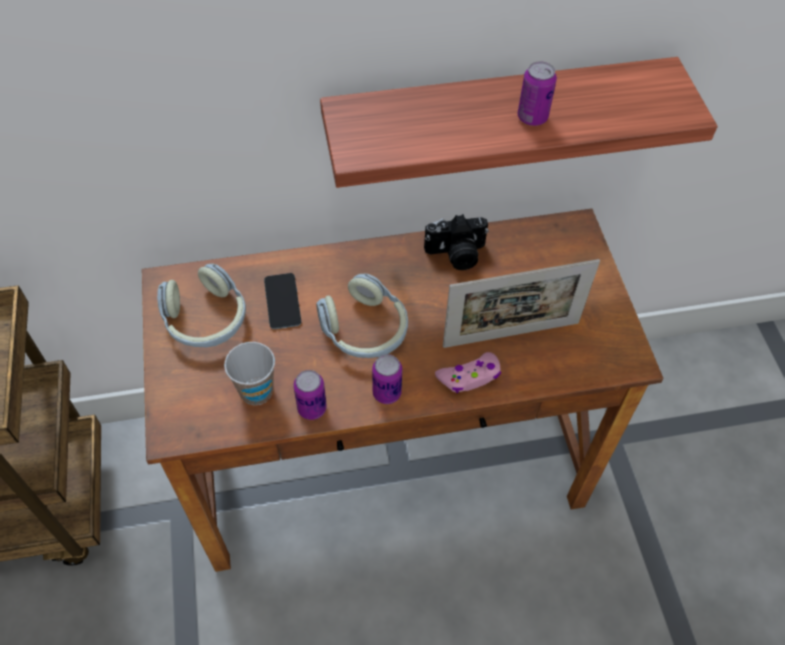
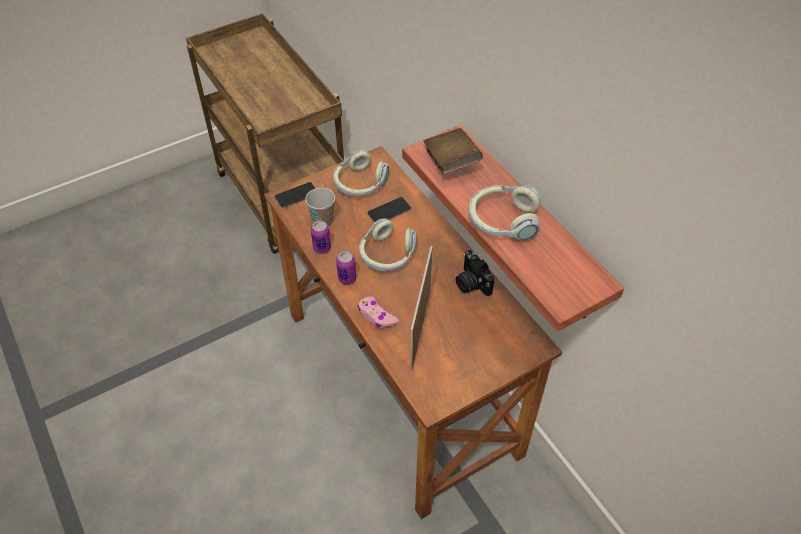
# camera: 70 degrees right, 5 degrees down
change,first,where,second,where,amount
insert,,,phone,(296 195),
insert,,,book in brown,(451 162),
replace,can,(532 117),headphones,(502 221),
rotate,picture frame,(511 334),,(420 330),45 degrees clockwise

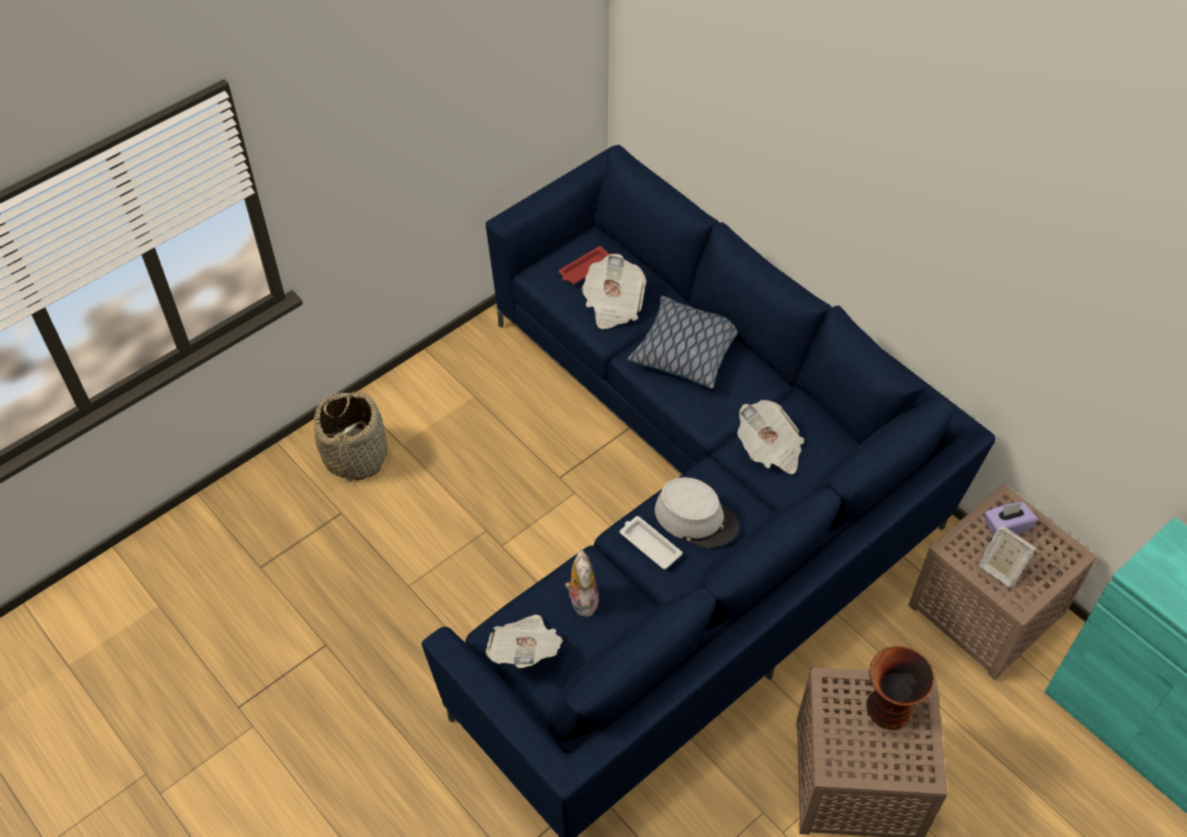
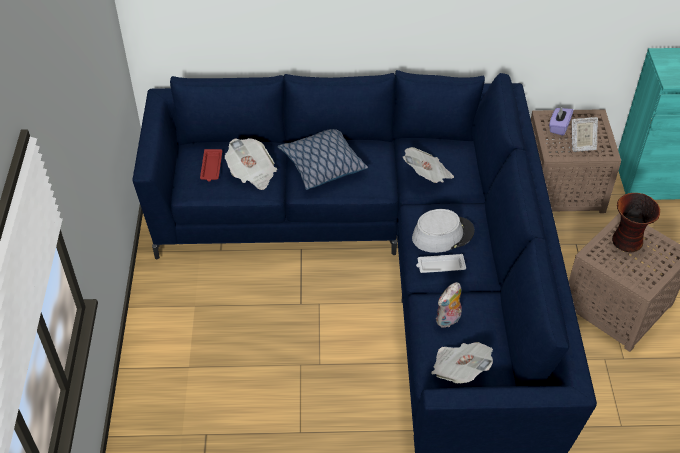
# camera: 50 degrees left, 5 degrees down
change,first,where,second,where,amount
delete,basket,(356 455),,,
rotate,plush toy,(581 599),,(448 320),75 degrees counterclockwise

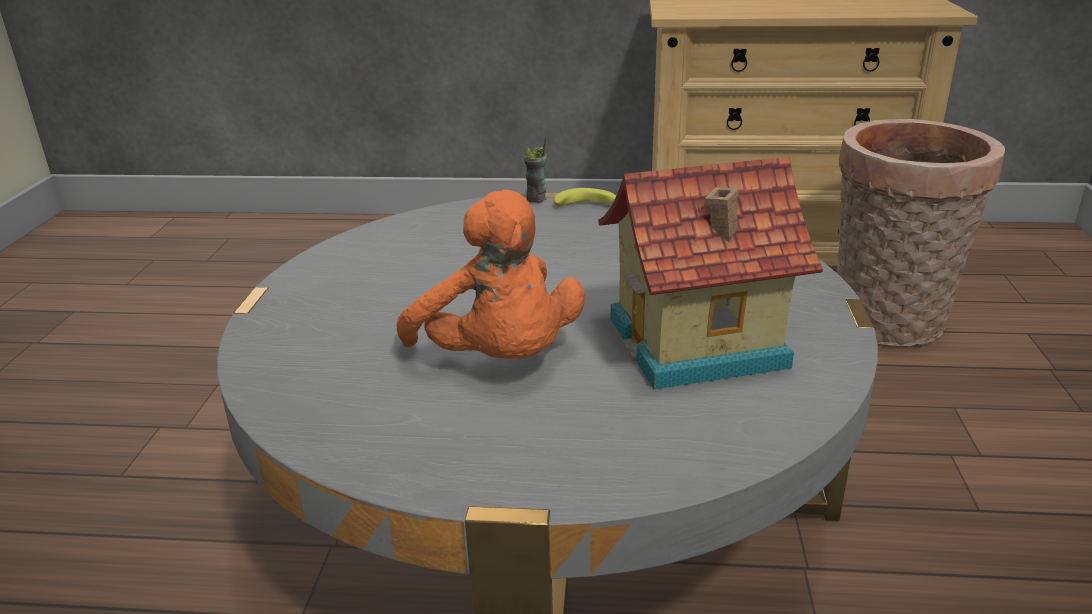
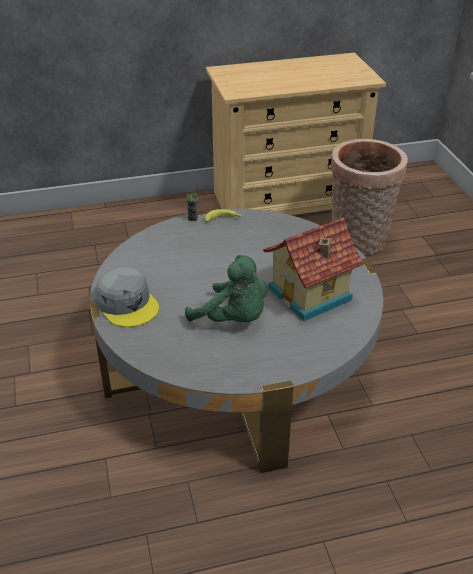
# camera: 20 degrees left, 10 degrees up
change,first,where,second,where,amount
insert,,,cap in grey,(127 304),
recolor,plush toy in orange,(498 359),plush toy in green,(233 319),

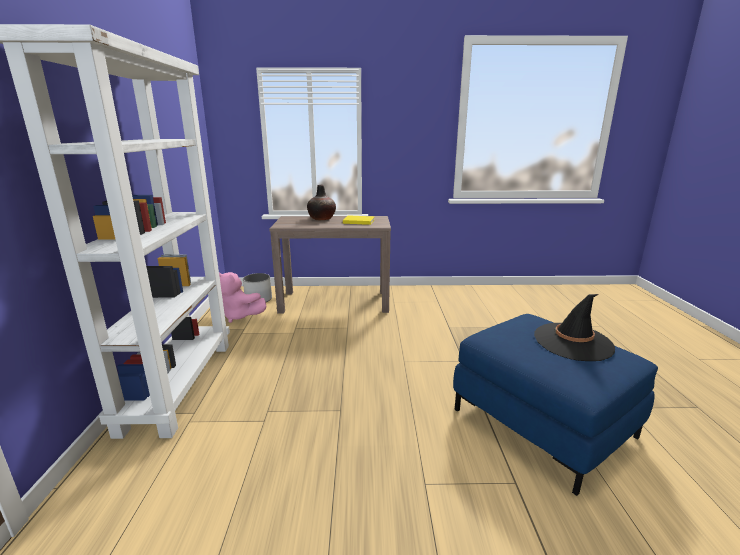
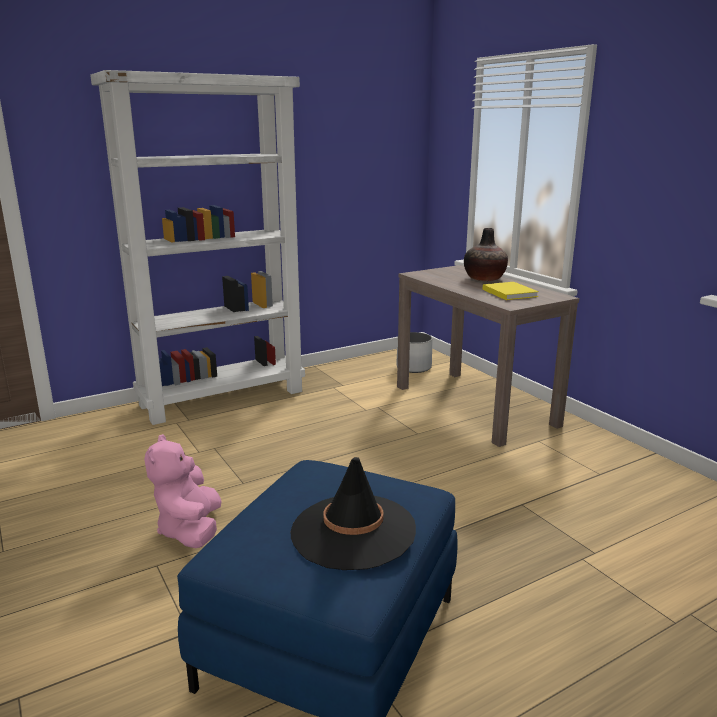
# camera: 60 degrees right, 0 degrees up
change,first,where,second,where,amount
move,plush toy in pink,(239 316),,(190 530),

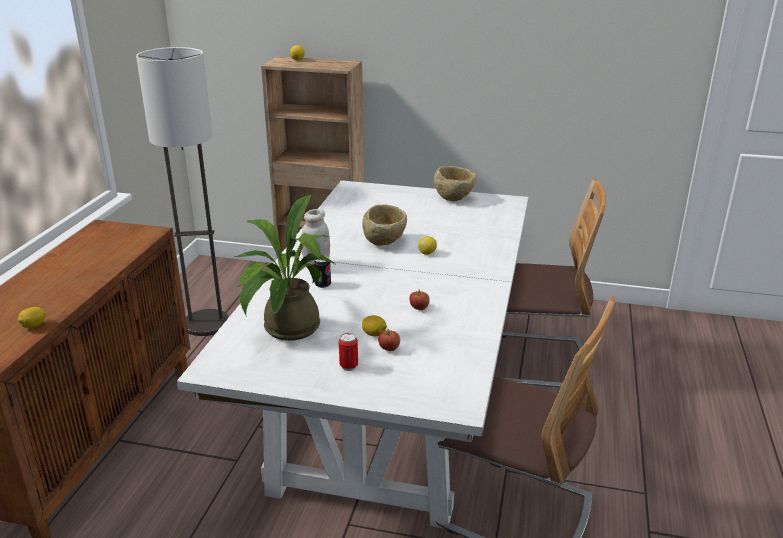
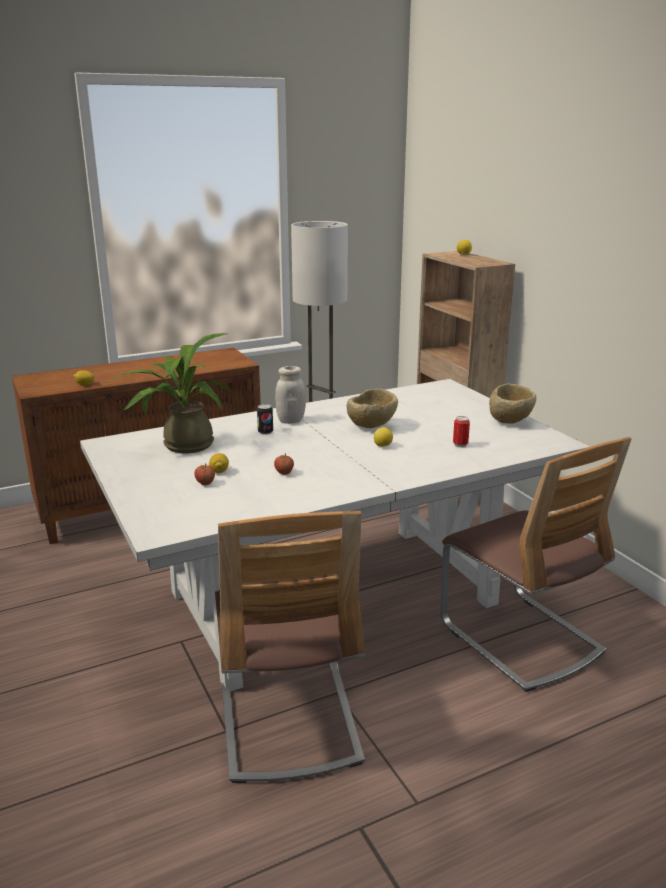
# camera: 50 degrees right, 5 degrees down
change,first,where,second,where,amount
move,can,(349 366),,(460 445),

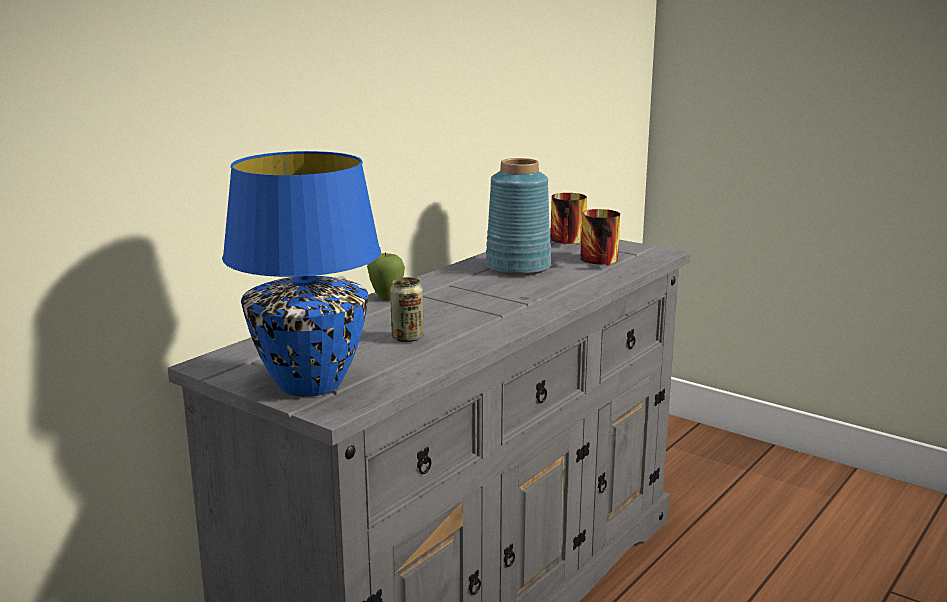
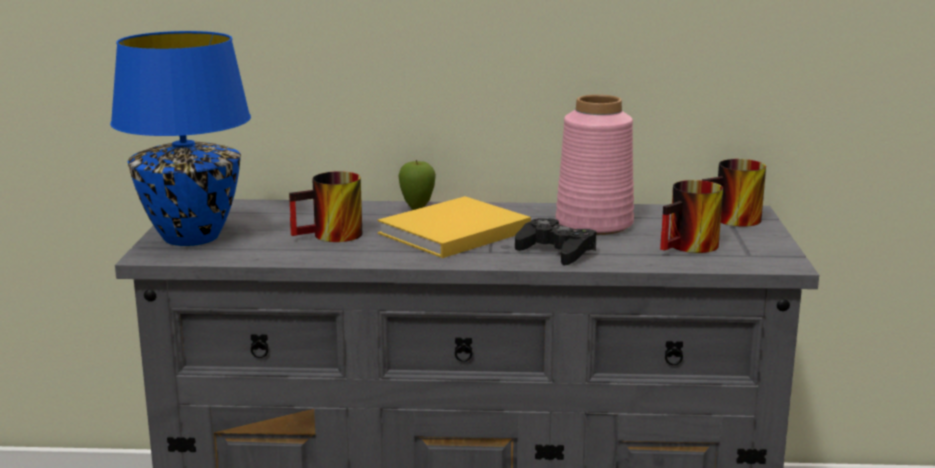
# camera: 55 degrees right, 0 degrees up
change,first,where,second,where,amount
insert,,,book in yellow,(451 233),
insert,,,game controller in black,(556 251),
replace,can,(407 338),mug,(331 237),
recolor,vase in blue,(517 267),vase in pink,(592 224),

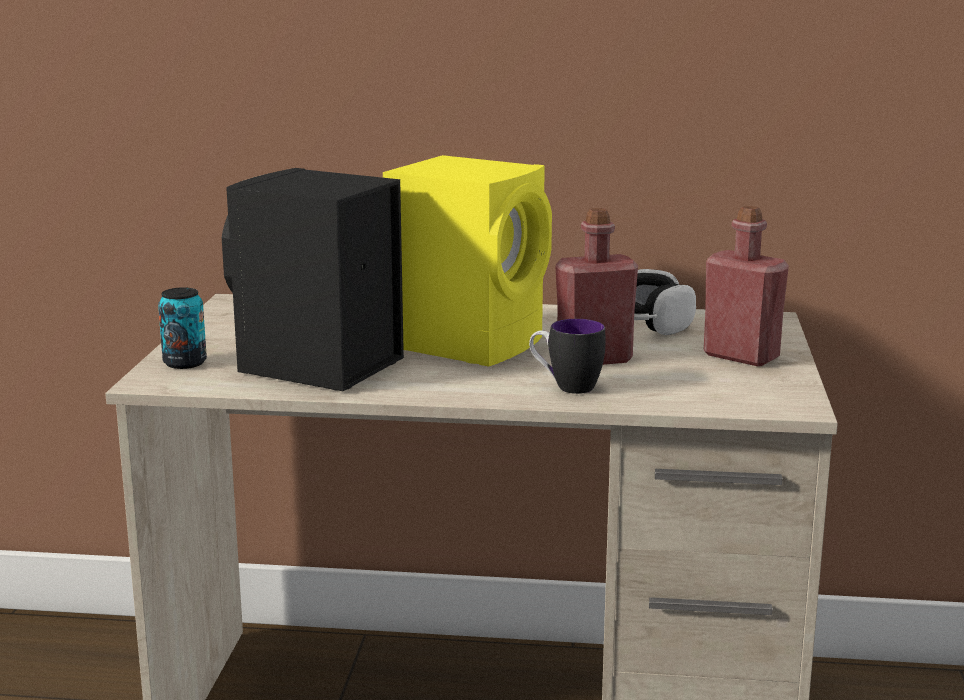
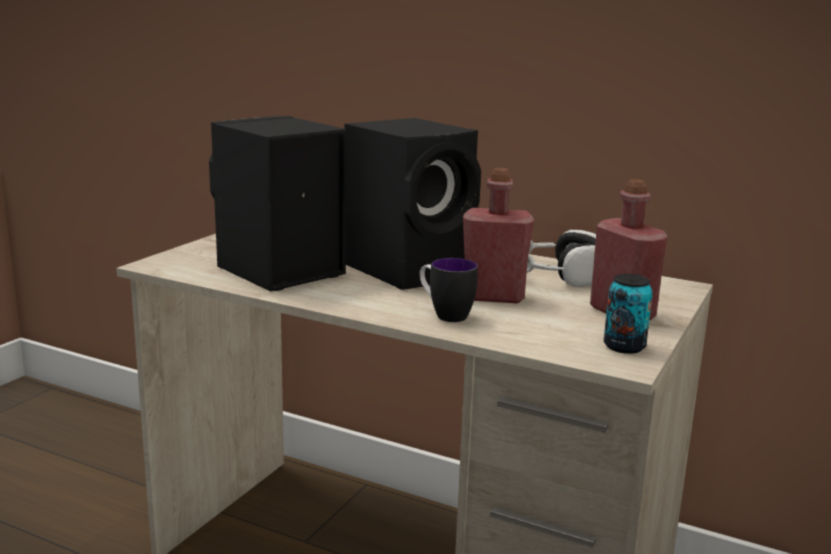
# camera: 20 degrees right, 0 degrees up
change,first,where,second,where,amount
move,can,(185 363),,(624 346),
recolor,speaker in yellow,(470 342),speaker in black,(411 270),

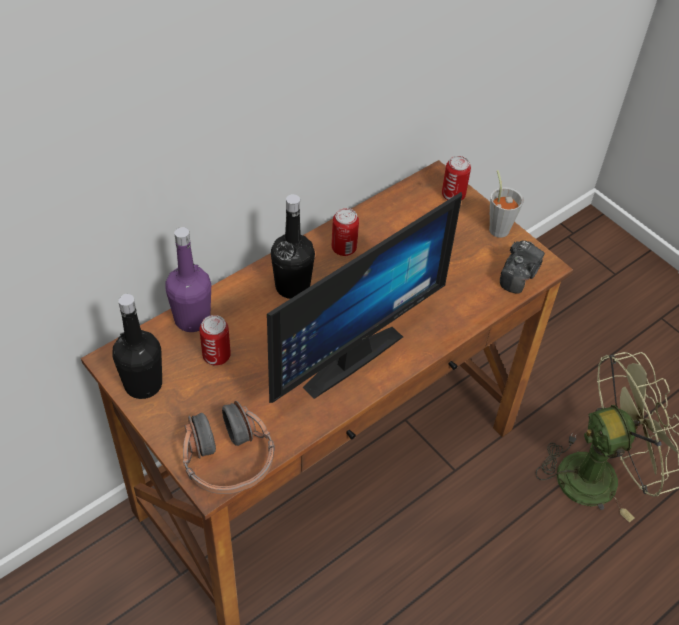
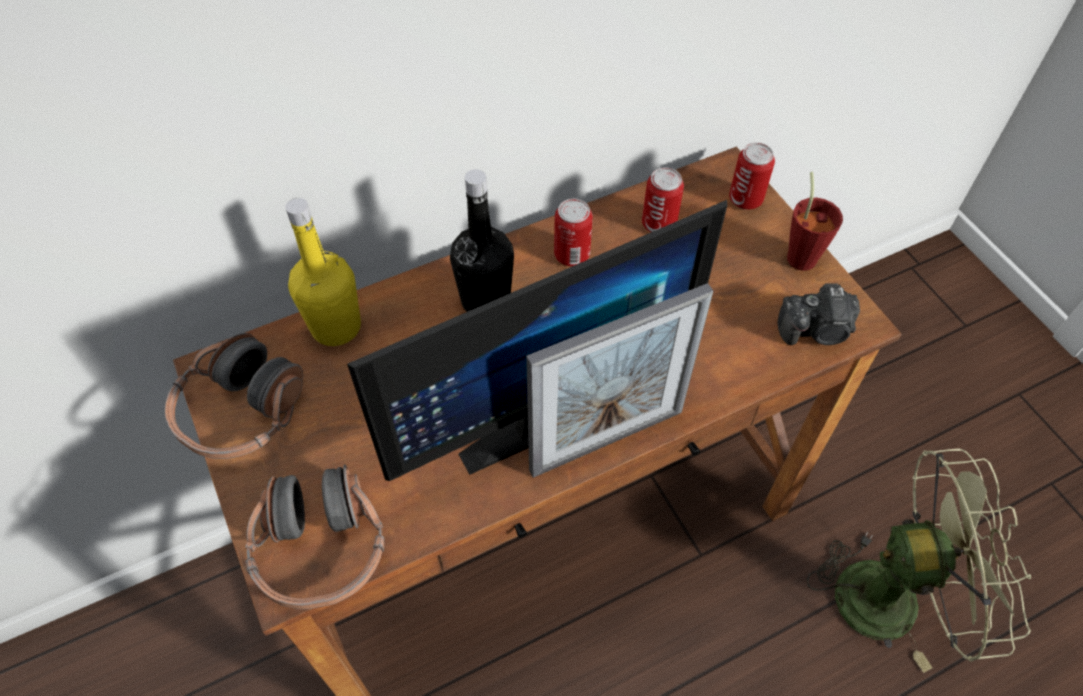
# camera: 15 degrees right, 5 degrees up
change,first,where,second,where,amount
insert,,,picture frame,(607 441),
move,can,(216 356),,(658 224),
replace,bottle in black,(143 384),headphones,(241 412),
recolor,bottle in purple,(192 319),bottle in yellow,(336 327),
recolor,cup in grey,(498 226),cup in red,(801 253),
rotate,photo camera,(518 275),,(816 330),45 degrees clockwise

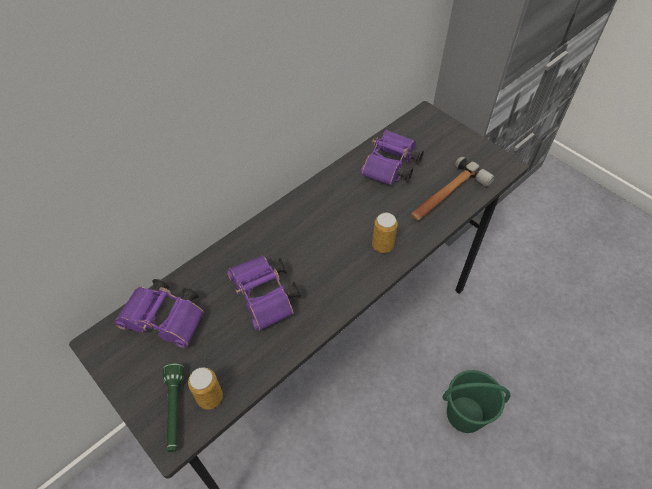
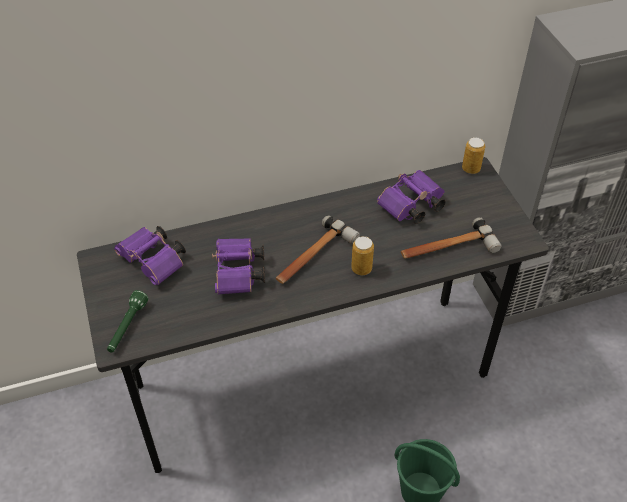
# camera: 25 degrees right, 5 degrees down
change,first,where,second,where,amount
insert,,,hammer,(313 257),
move,can,(210 397),,(471 169),

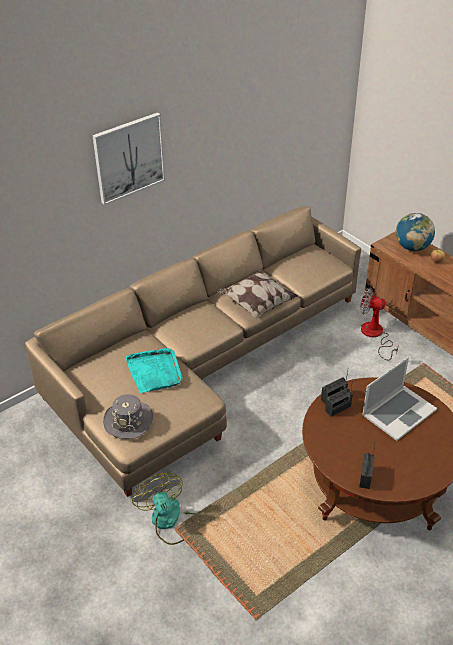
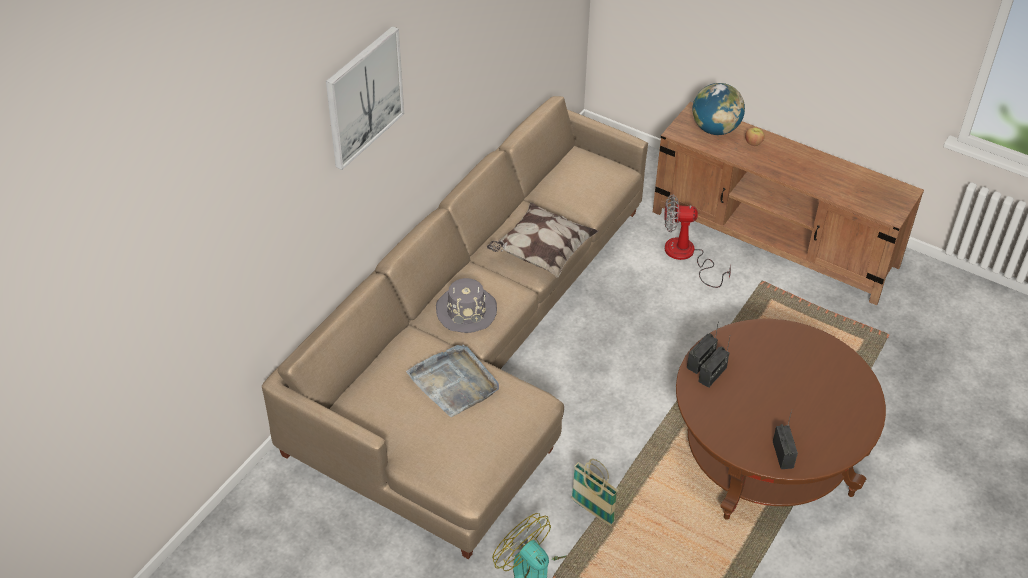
# camera: 20 degrees left, 5 degrees up
change,first,where,second,where,amount
delete,laptop,(398 412),,,
insert,,,basket,(592 511),
move,hat in grey,(129 420),,(466 311),
recolor,tray in turquoise,(155 371),tray in grey,(454 382),

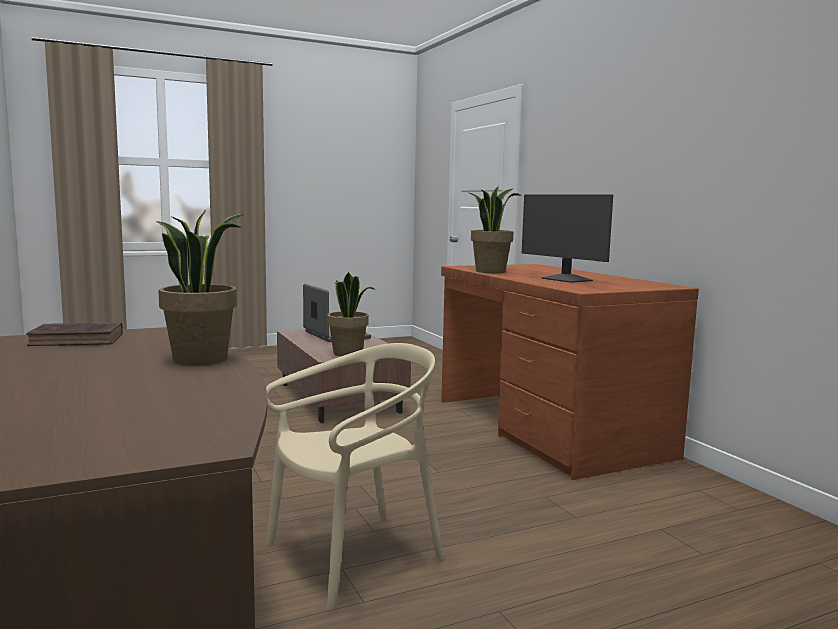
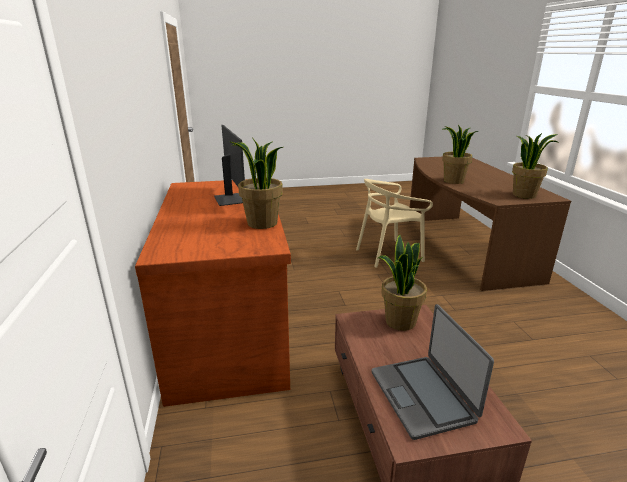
# camera: 165 degrees left, 15 degrees up
change,first,where,second,where,amount
replace,book in brown,(80 340),potted plant,(524 195),

